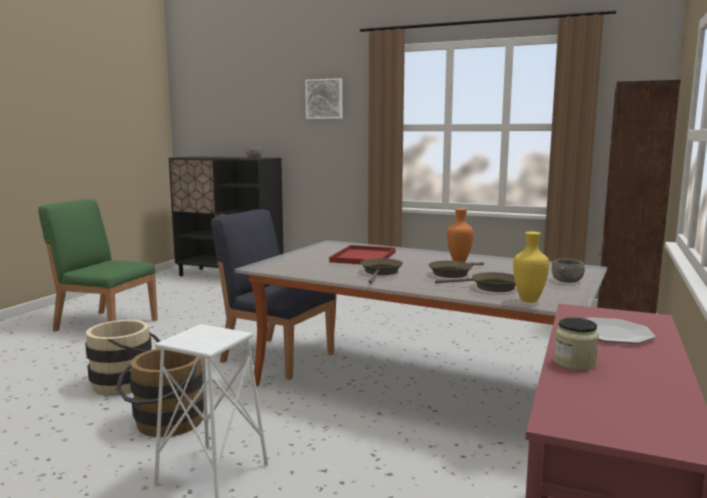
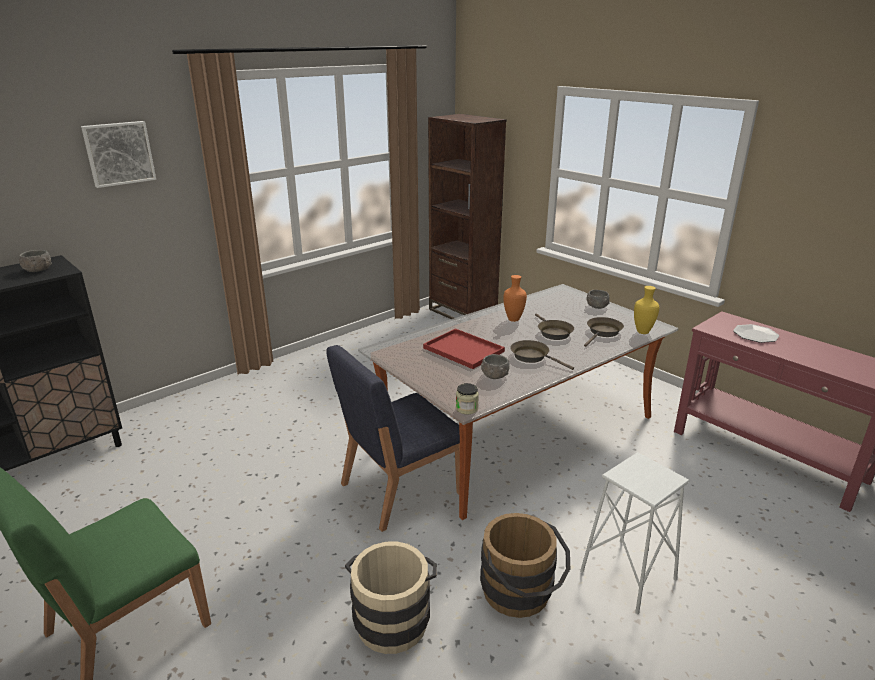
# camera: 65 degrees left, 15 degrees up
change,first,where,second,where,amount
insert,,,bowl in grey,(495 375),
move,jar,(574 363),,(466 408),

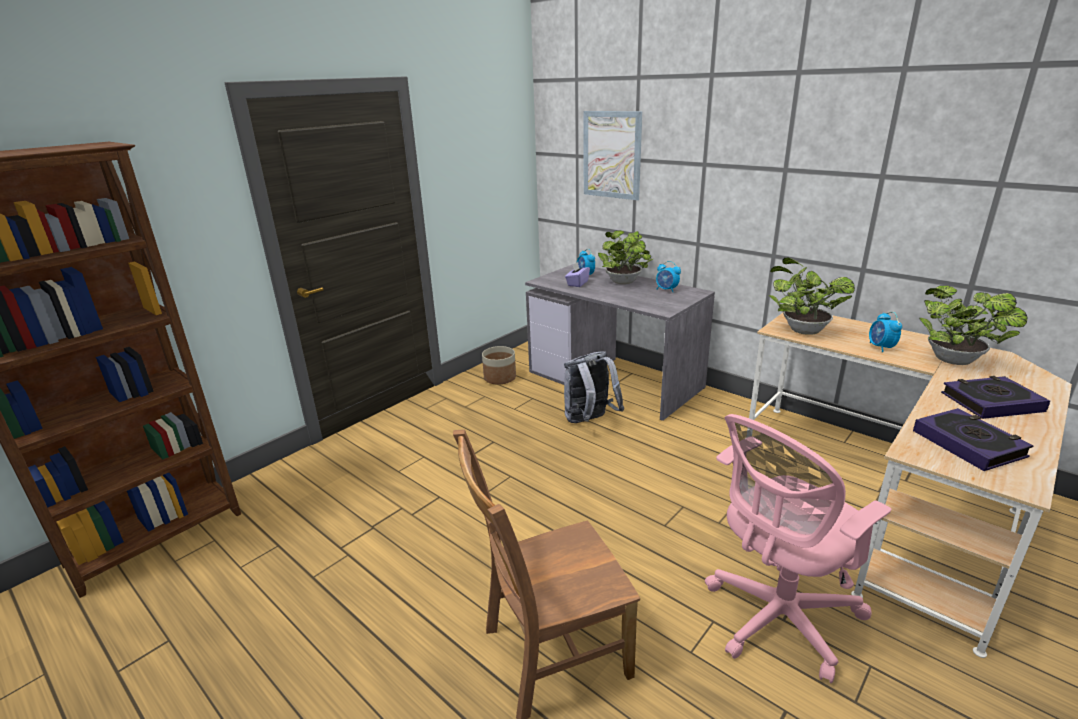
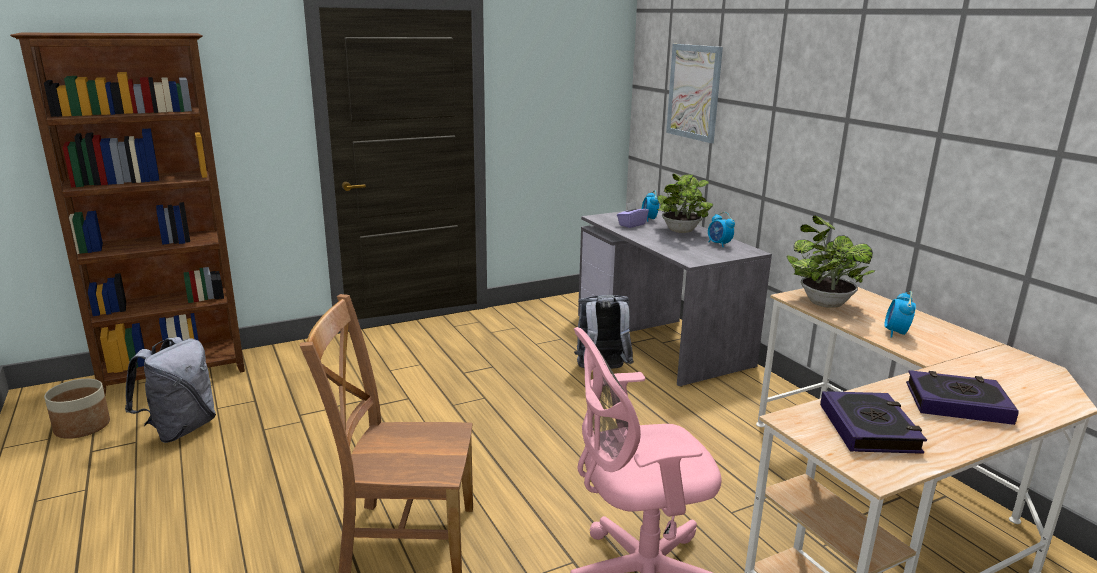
# camera: 20 degrees right, 5 degrees down
change,first,where,second,where,amount
delete,potted plant,(957 362),,,
insert,,,backpack in grey,(180 429),
move,planter,(500 378),,(83 427),

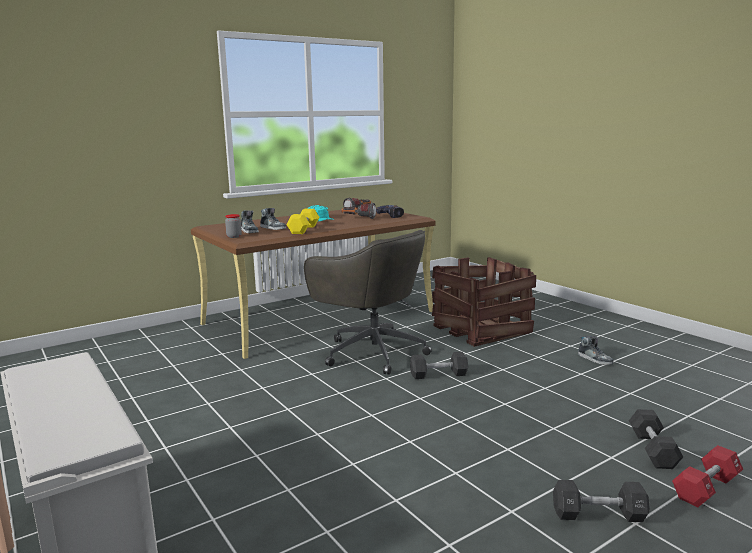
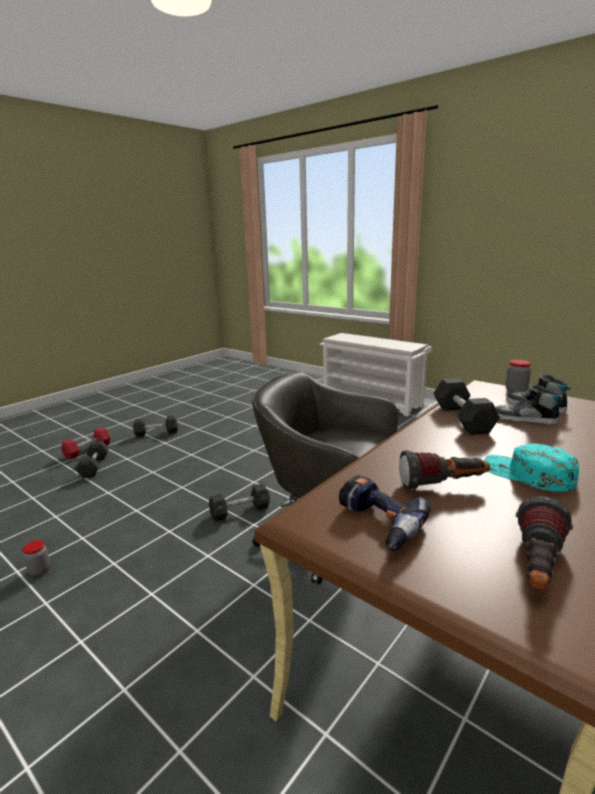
# camera: 165 degrees right, 5 degrees up
change,first,where,second,where,amount
delete,crate,(481 329),,,
replace,shoe,(594 359),jar,(40 570),
recolor,dumbbell in yellow,(304 229),dumbbell in black,(462 418),

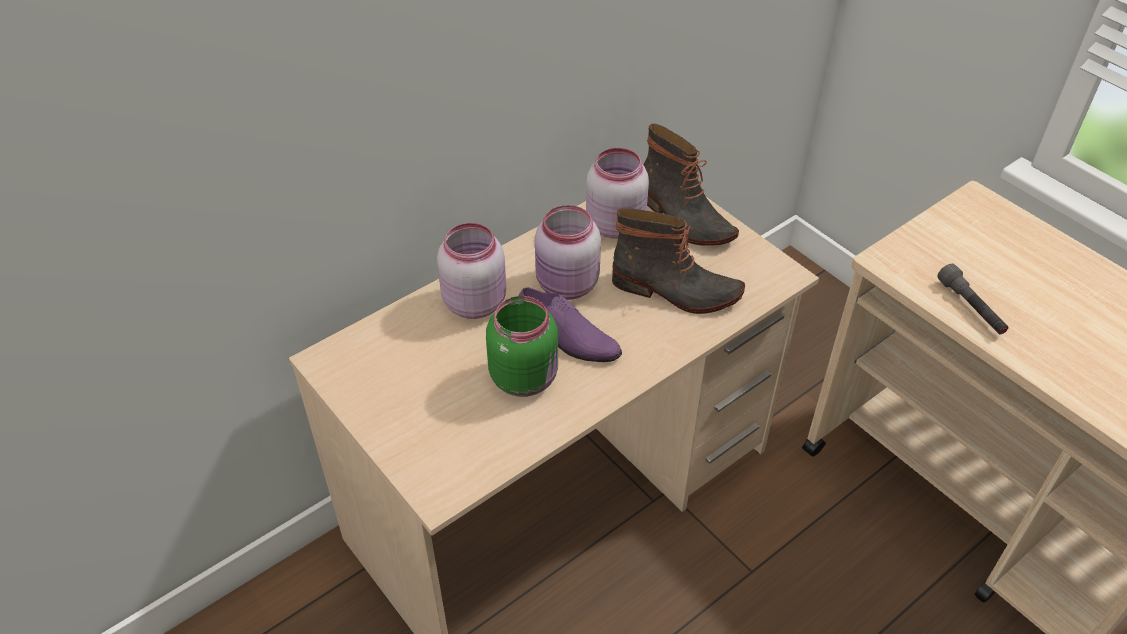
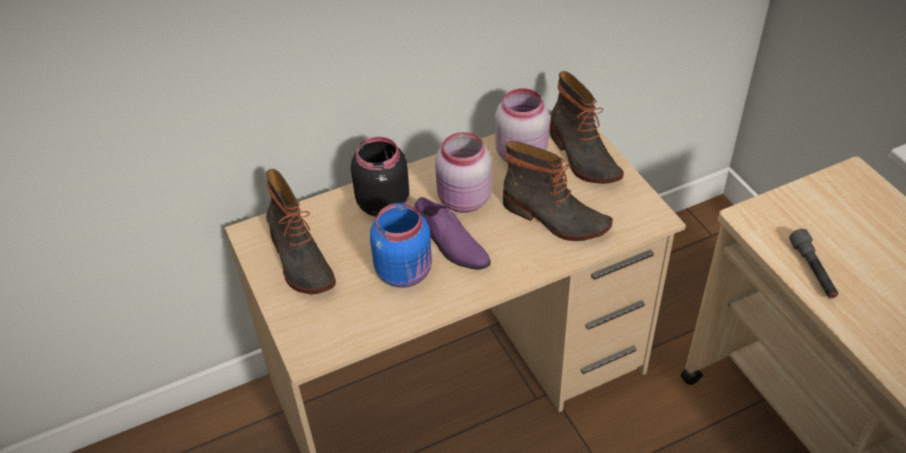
# camera: 15 degrees right, 0 degrees up
change,first,where,second,where,amount
insert,,,boot,(299 260),
recolor,jar in pink,(475 301),jar in black,(384 203),
recolor,jar in green,(525 377),jar in blue,(405 271),

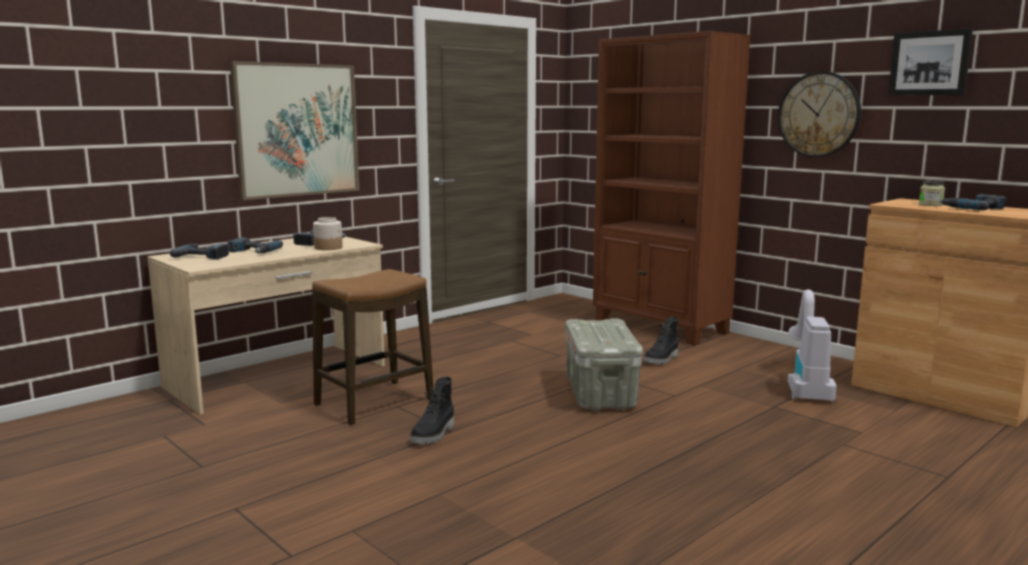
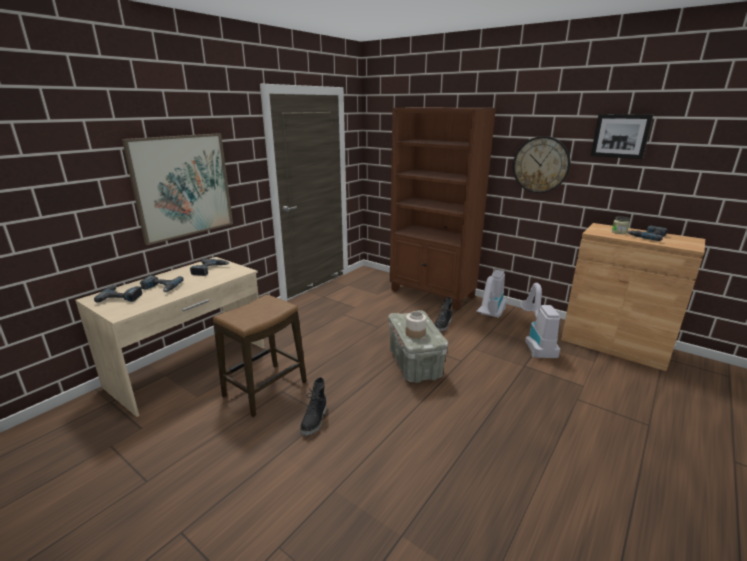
# camera: 10 degrees left, 10 degrees up
change,first,where,second,where,amount
insert,,,vacuum cleaner,(490 316),
move,jar,(329 248),,(415 333),

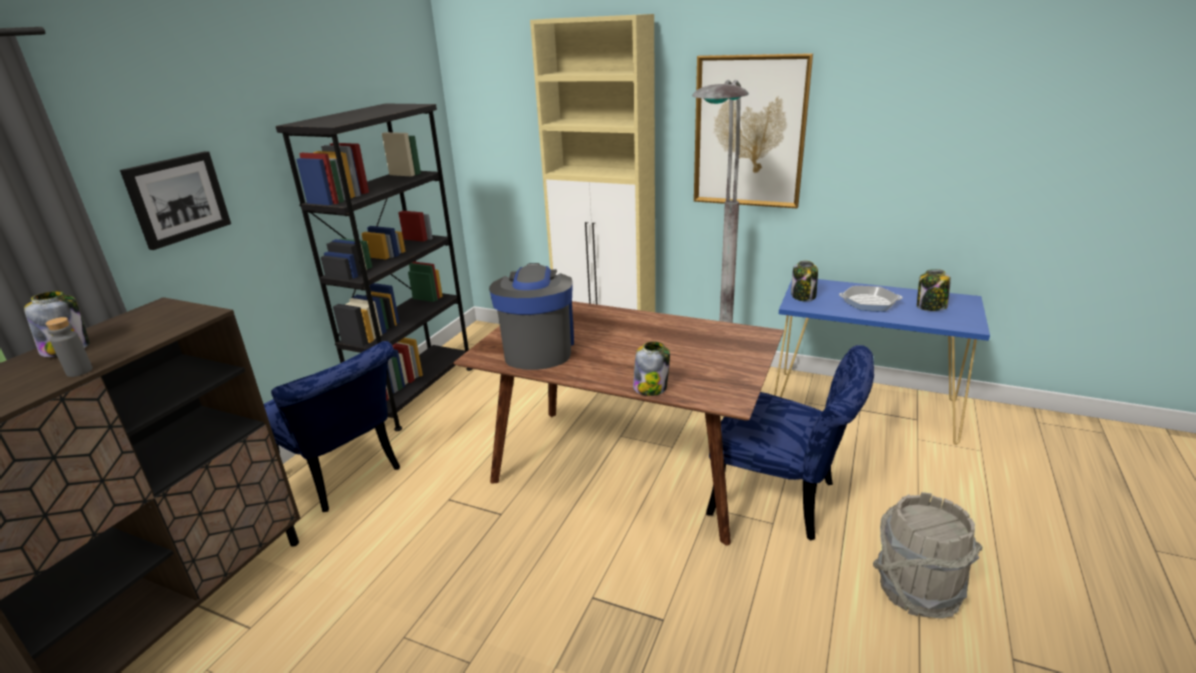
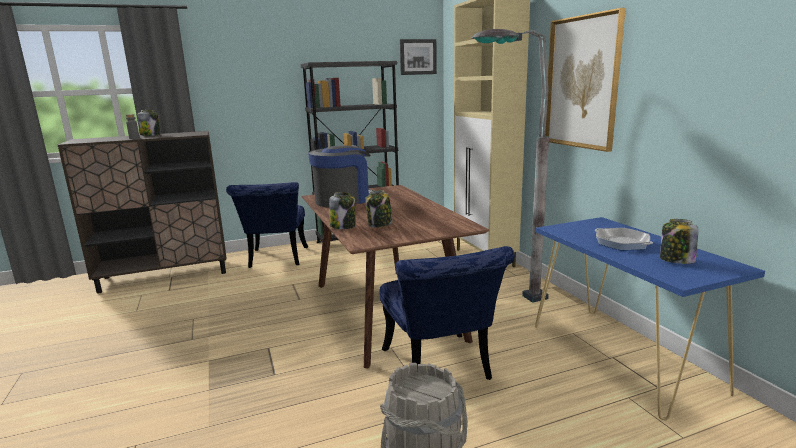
# camera: 45 degrees right, 10 degrees down
change,first,where,second,where,amount
move,picture,(177 199),,(417 57),
move,jar,(803 296),,(379 224),

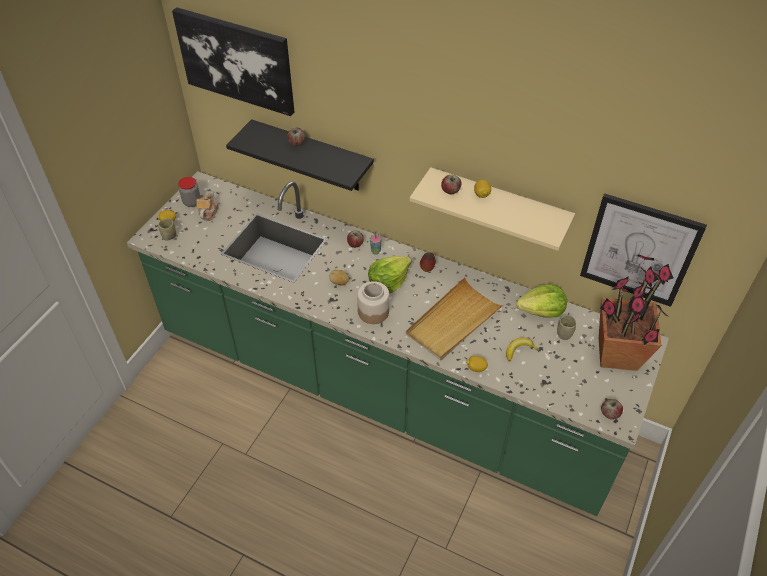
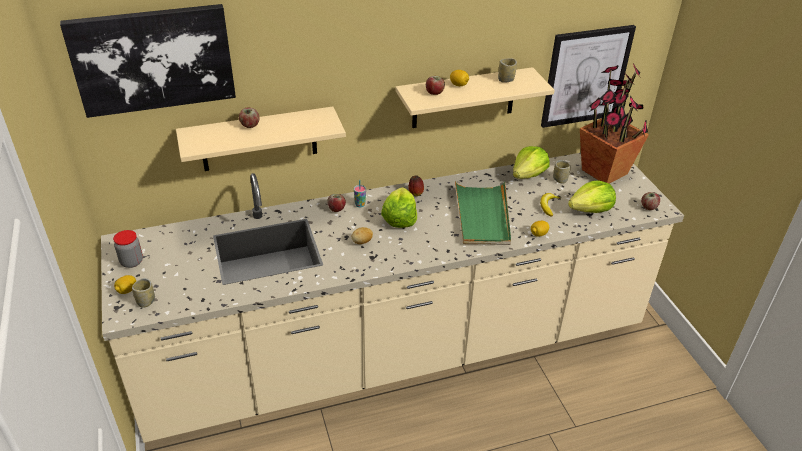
# camera: 45 degrees left, 10 degrees down
change,first,where,second,where,amount
delete,teapot,(208 213),,,
delete,jar,(373 311),,,
insert,,,cup,(506 80),
insert,,,lettuce,(591 209),
recolor,counter in green,(383 388),counter in beige,(397 352),
recolor,shelf in black,(312 156),shelf in beige,(259 139),
recolor,tray in beige,(453 322),tray in green,(482 216),

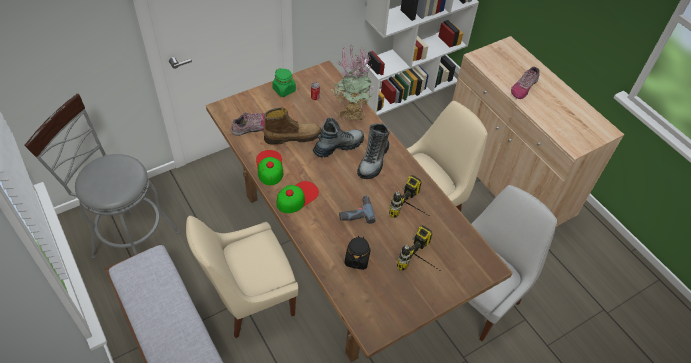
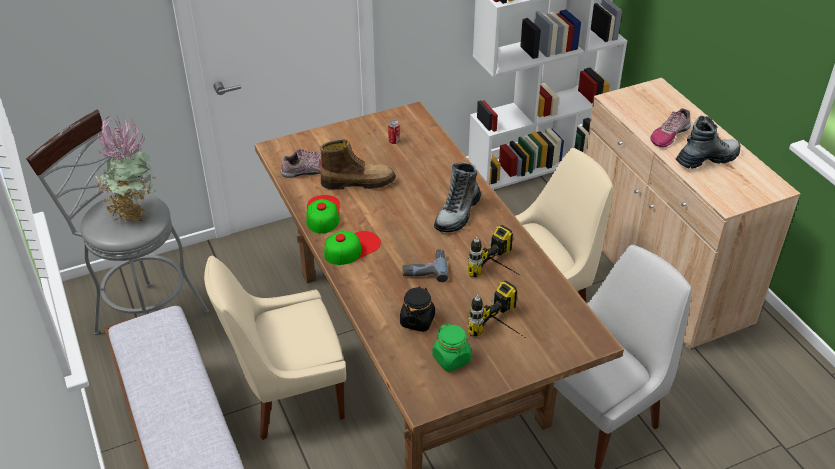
# camera: 10 degrees right, 10 degrees down
change,first,where,second,where,amount
move,jar in green,(284 90),,(451 359),
move,boot,(338 146),,(706 159),
move,potted plant,(351 112),,(133 211),

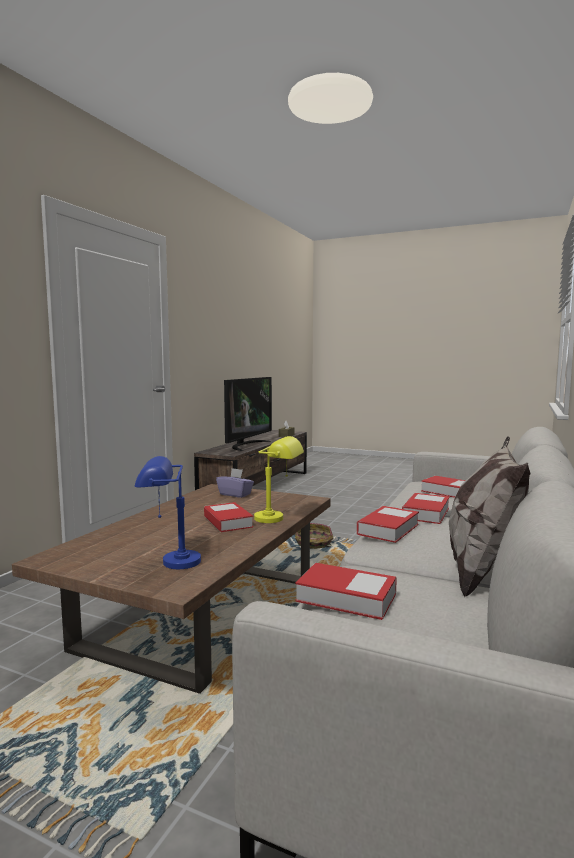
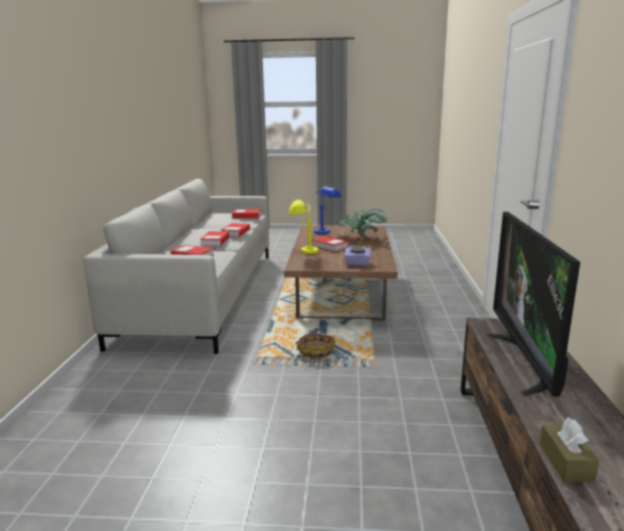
# camera: 160 degrees right, 10 degrees up
change,first,where,second,where,amount
delete,pillow,(482 571),,,
insert,,,potted plant,(361 238),

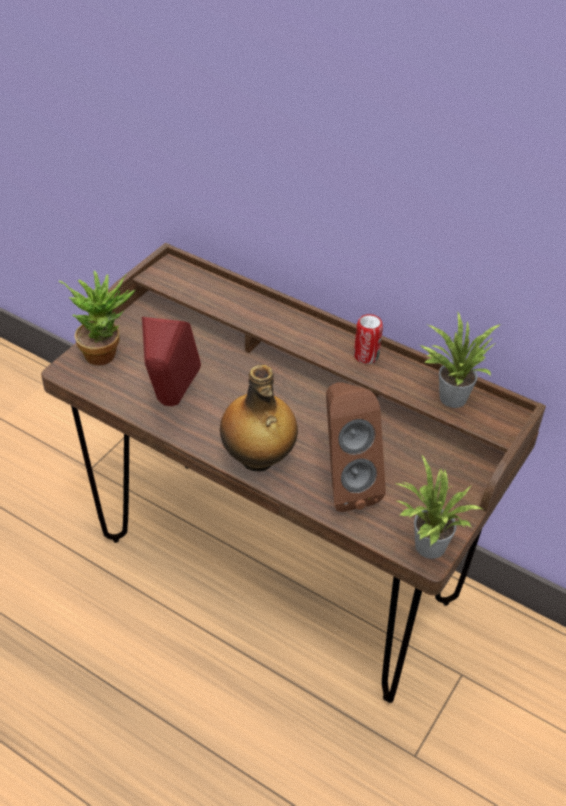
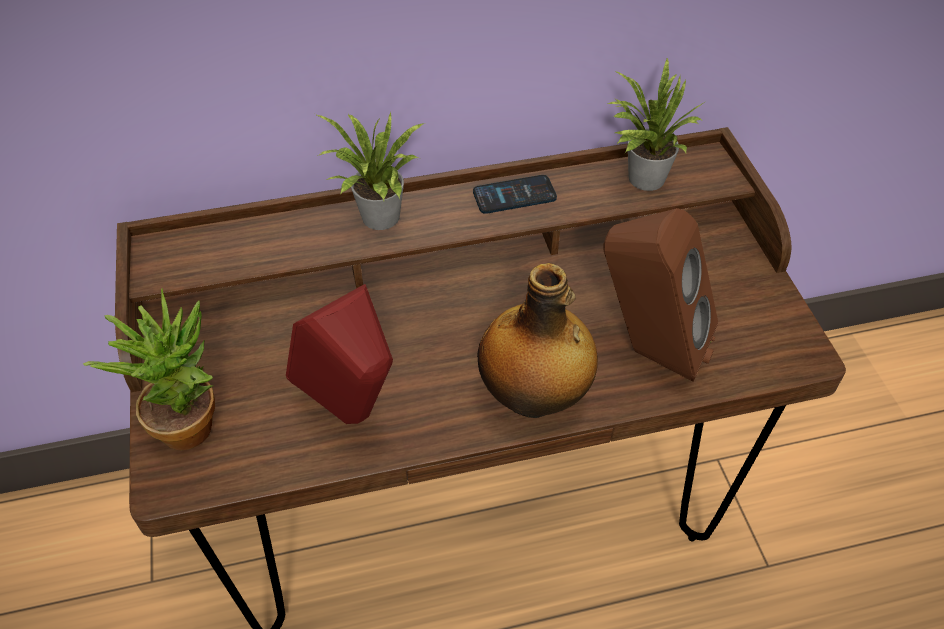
# camera: 45 degrees left, 5 degrees up
change,first,where,second,where,amount
move,potted plant,(426 547),,(378 220),
replace,can,(366 356),phone,(514 195),

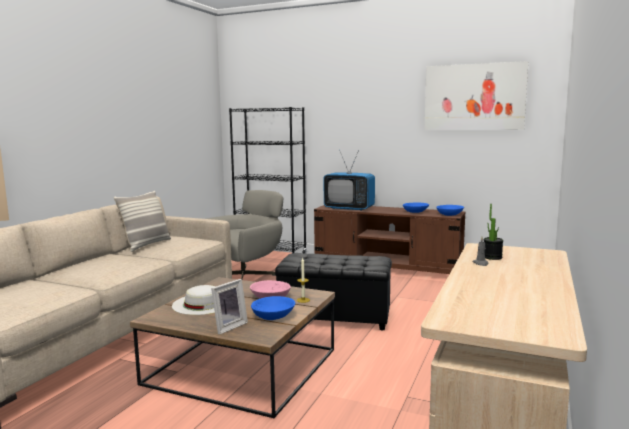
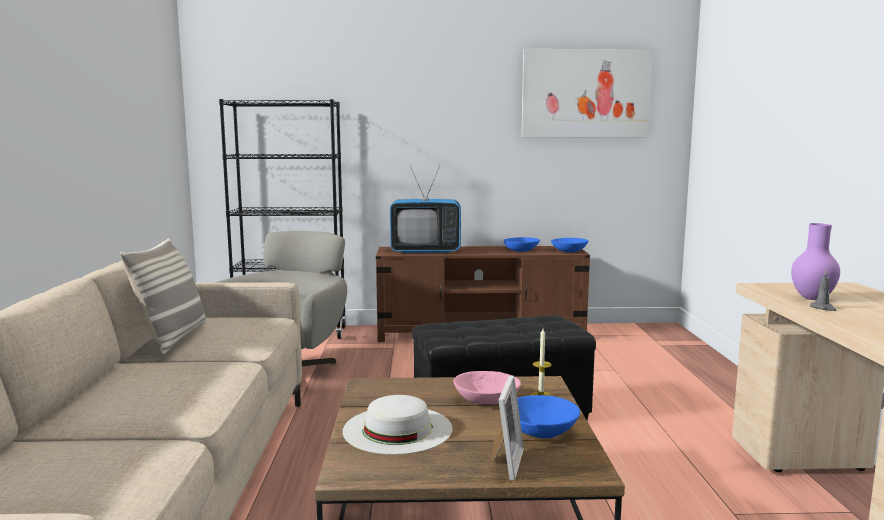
# camera: 25 degrees left, 0 degrees up
change,first,where,second,where,amount
replace,potted plant,(492 257),vase in purple,(812 298),

